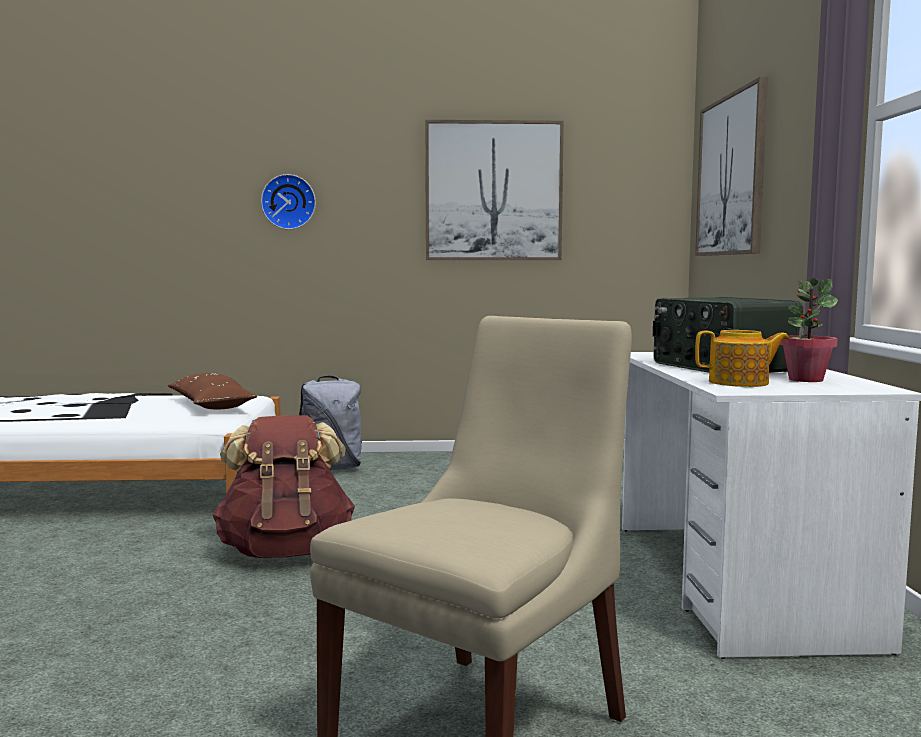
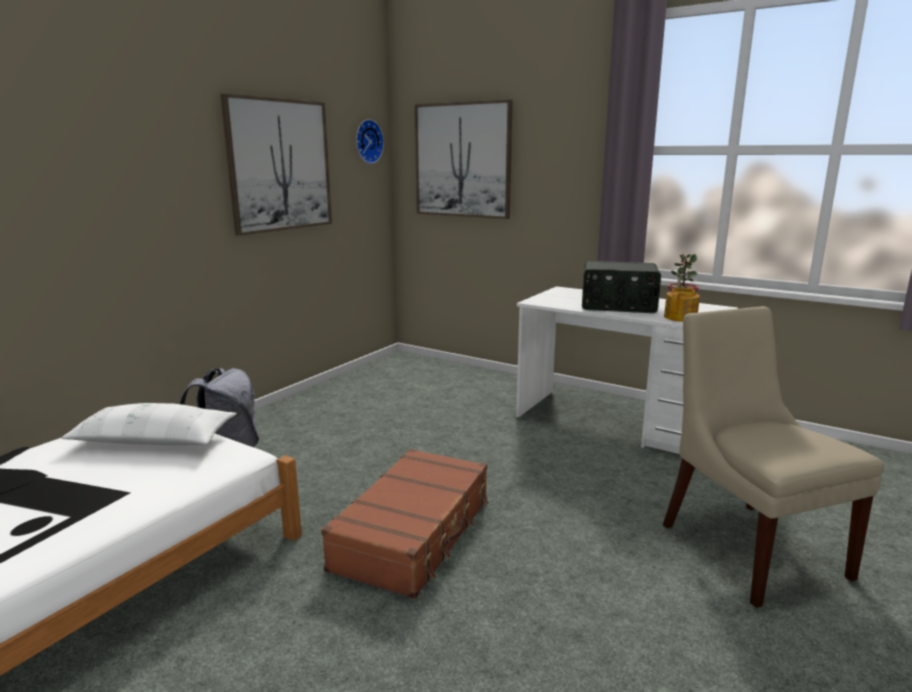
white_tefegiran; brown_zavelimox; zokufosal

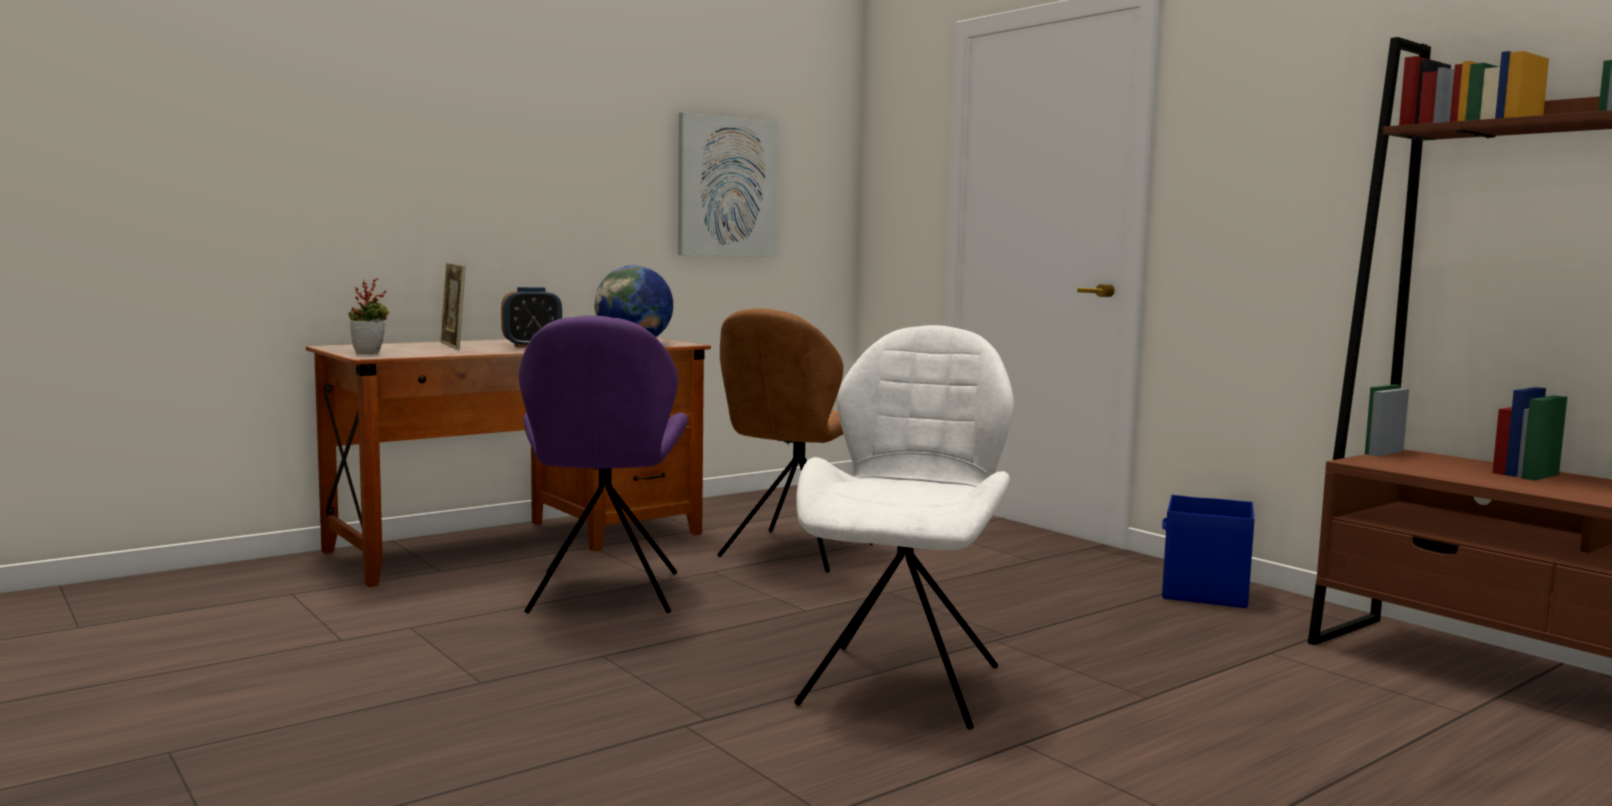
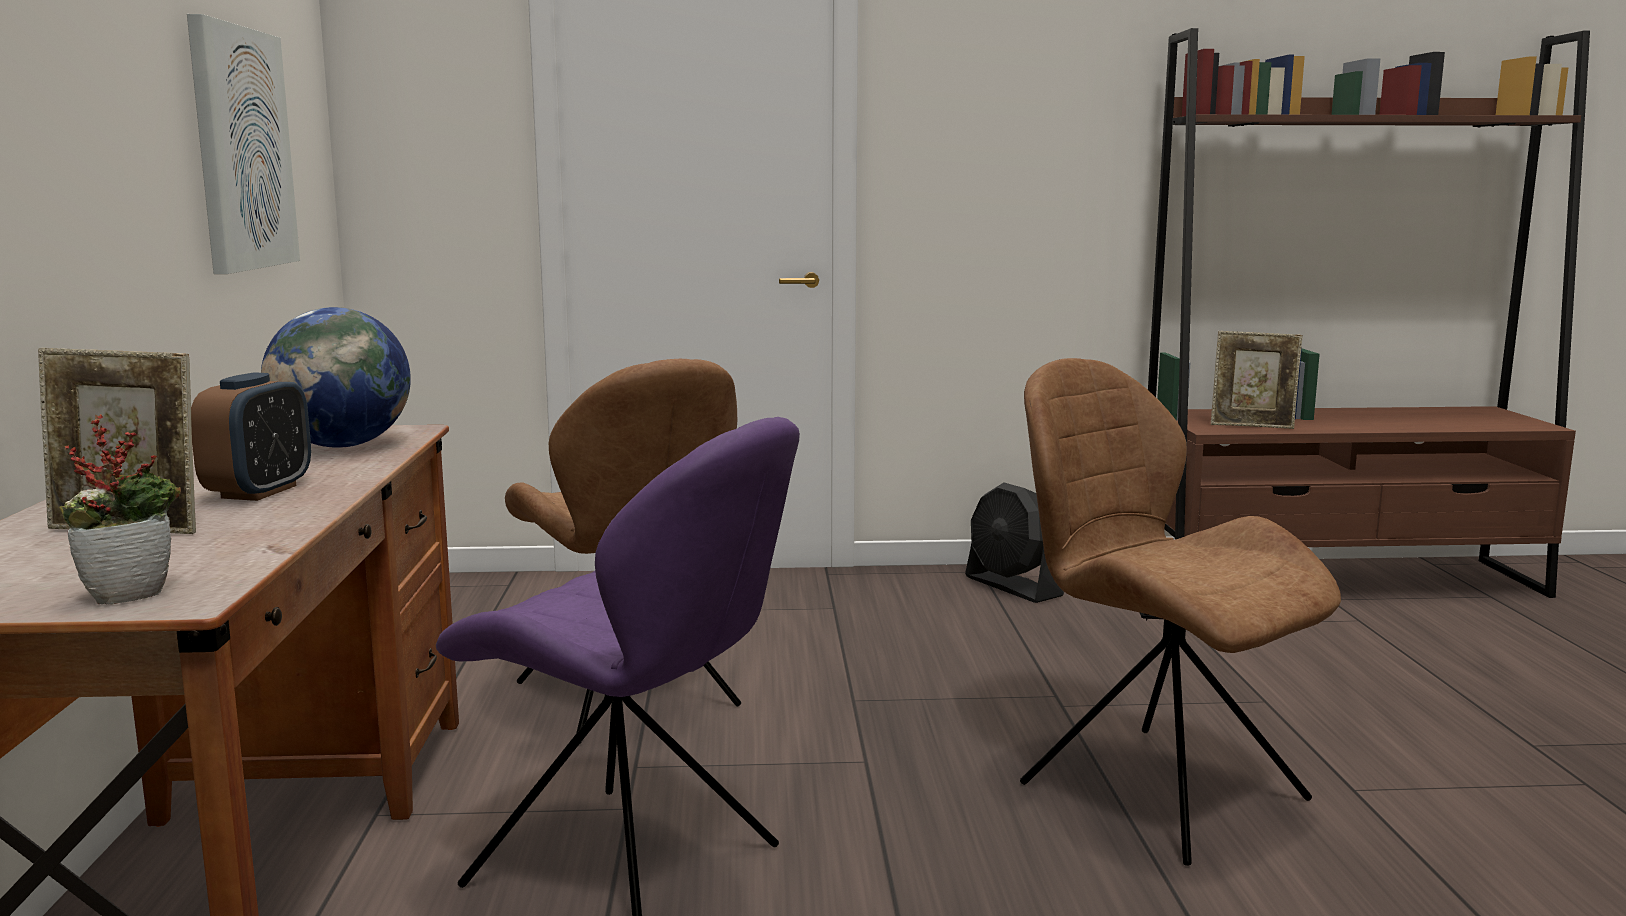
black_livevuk; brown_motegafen (no. 2 from left); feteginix (no. 2 from left)

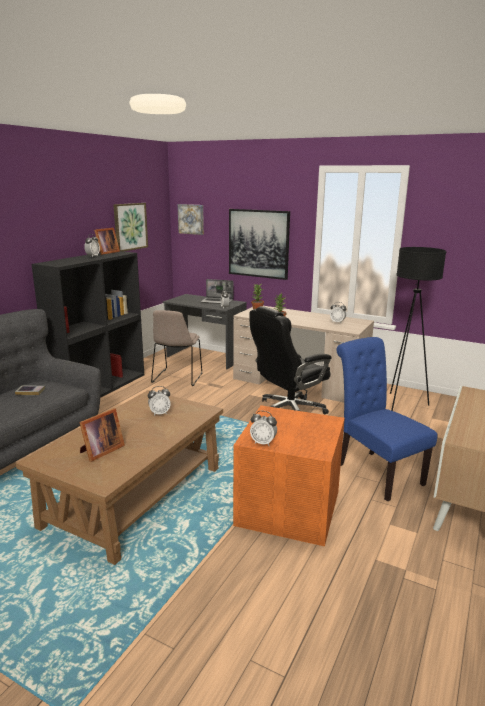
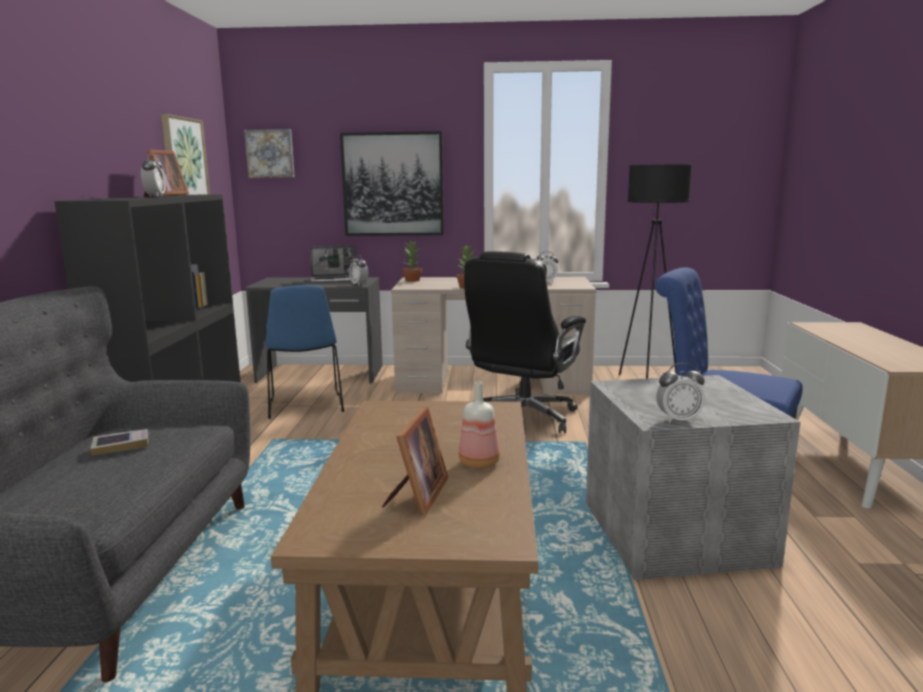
blue_motegafen (no. 1 from left); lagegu; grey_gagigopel; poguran (no. 2 from left in the first image)

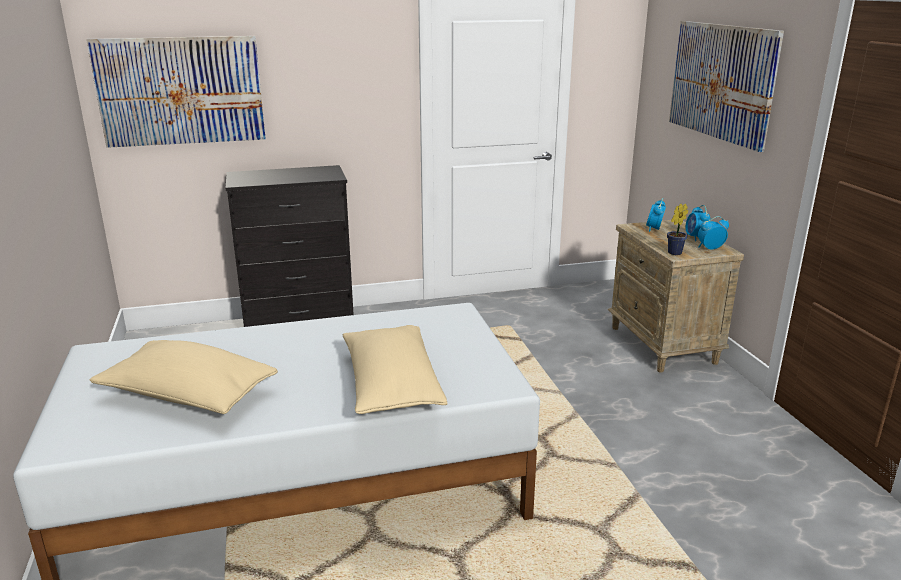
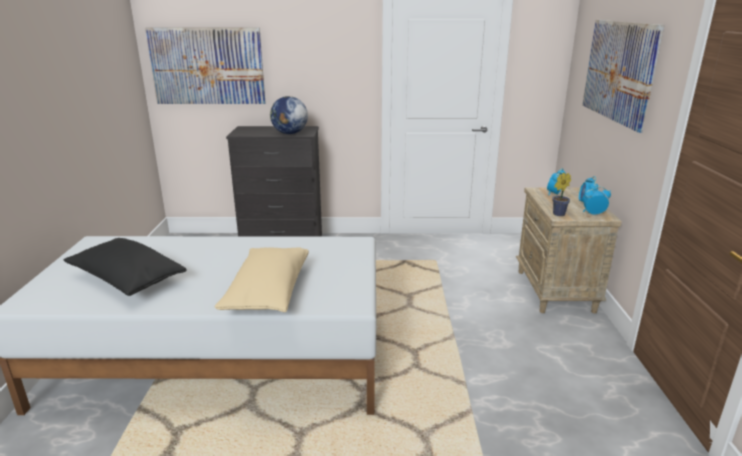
black_tefegiran; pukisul

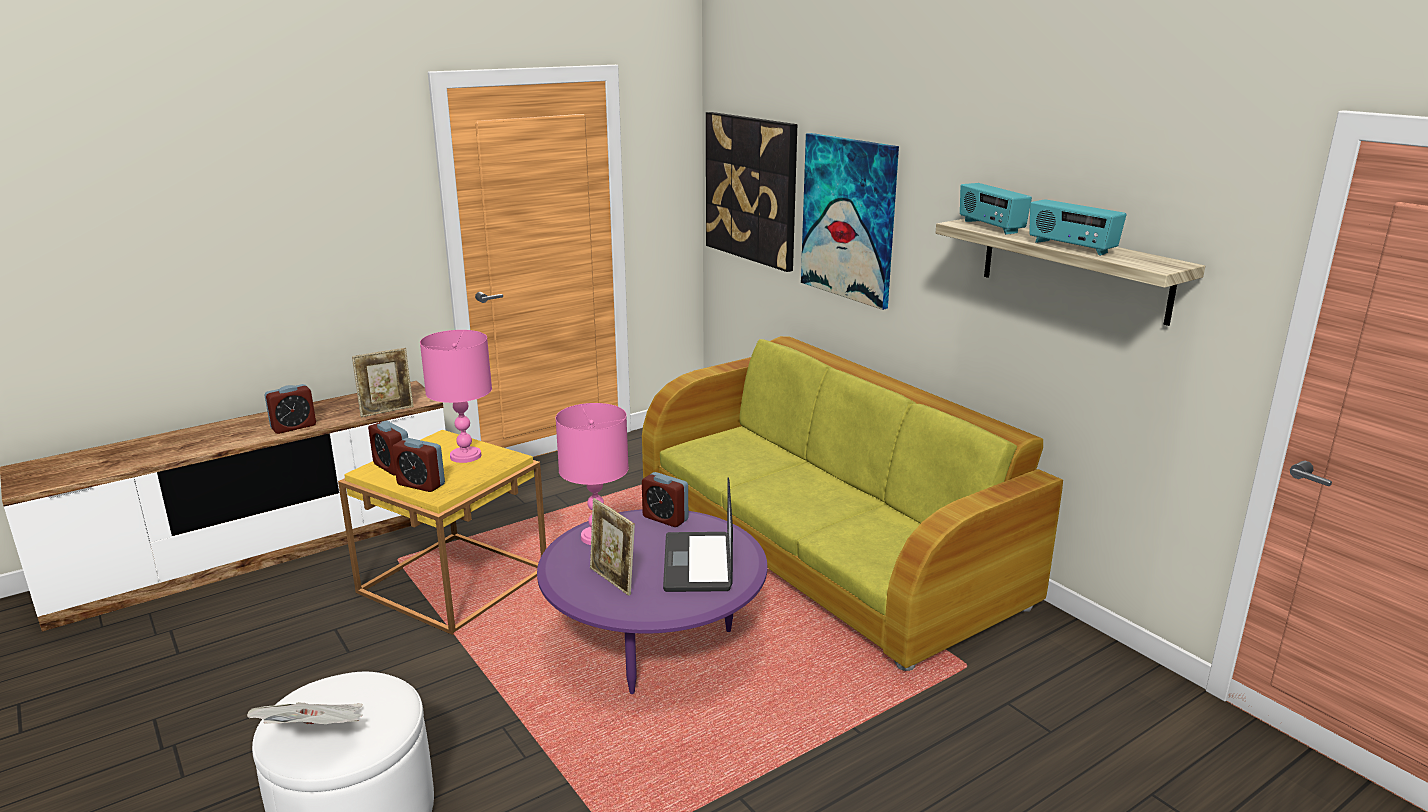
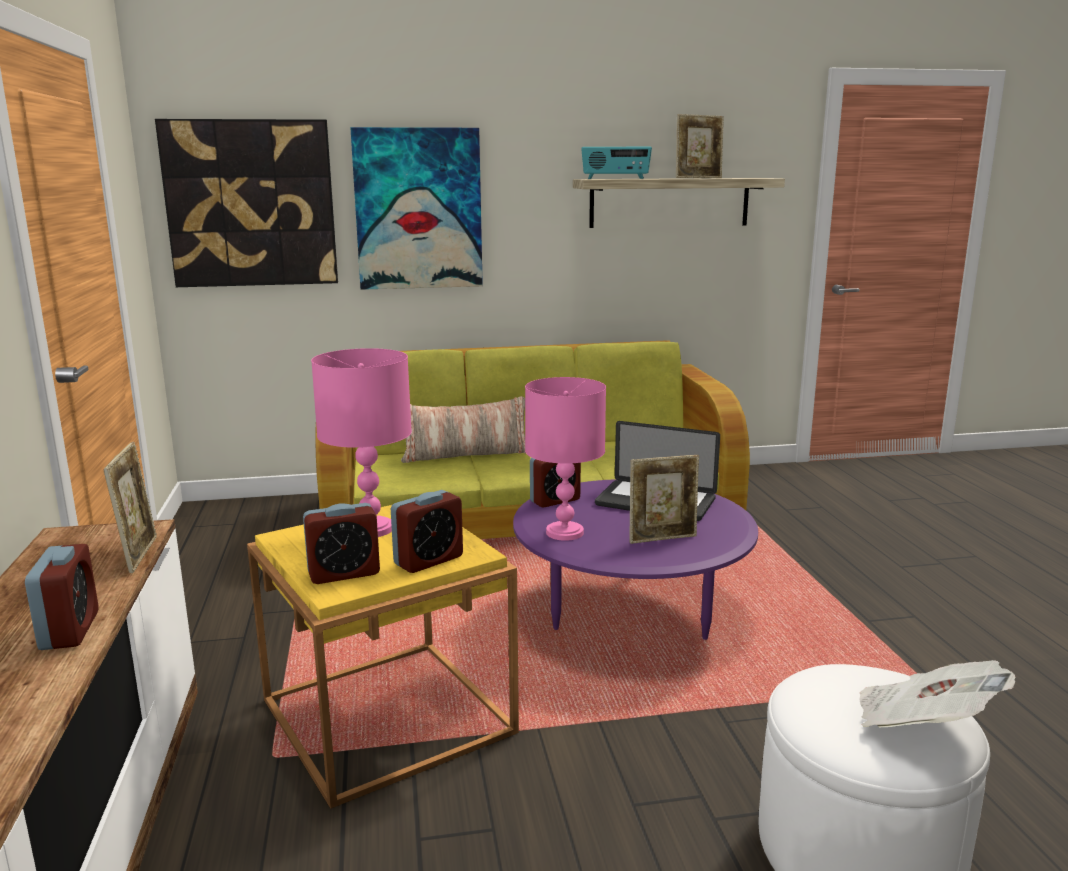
tefegiran; feteginix (no. 3 from left)

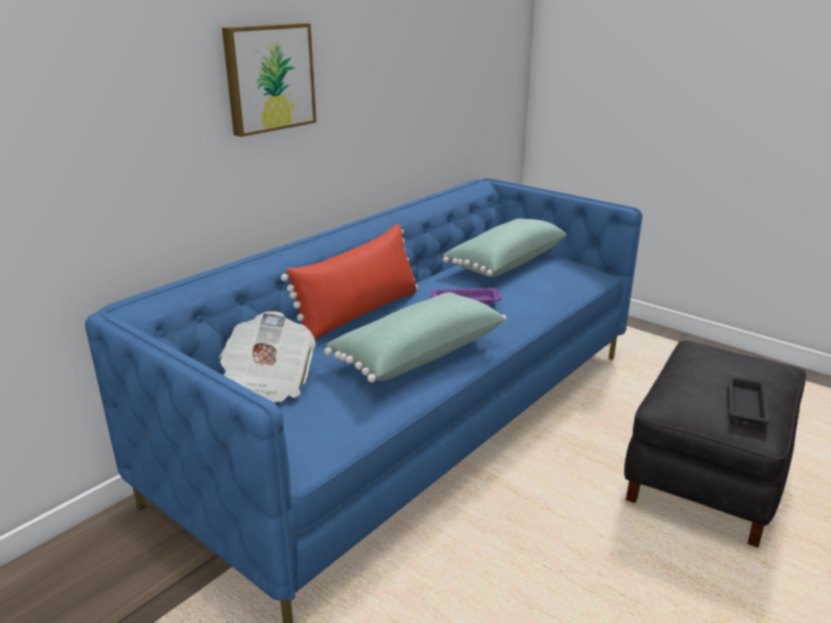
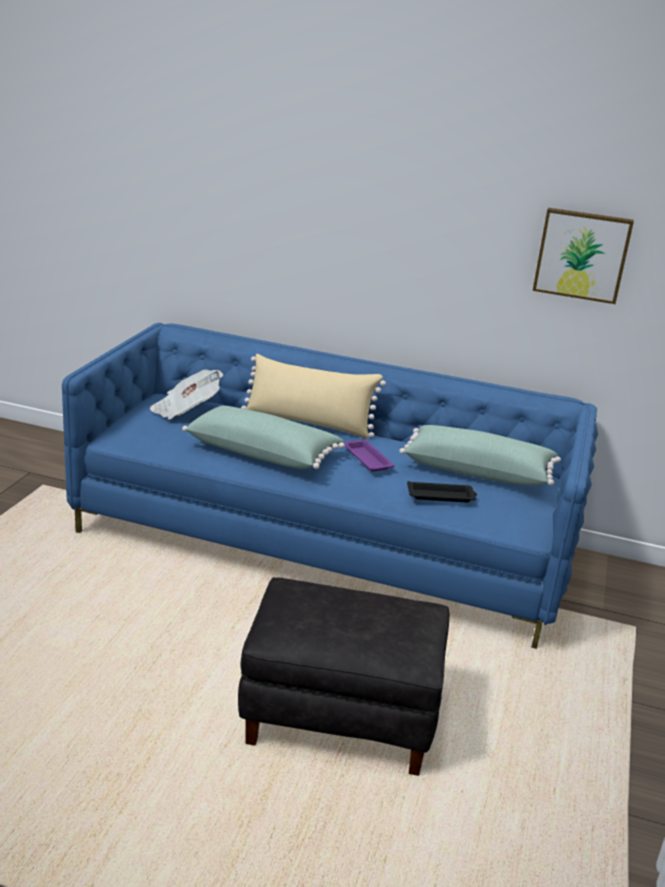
beige_tefegiran; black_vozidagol; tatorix

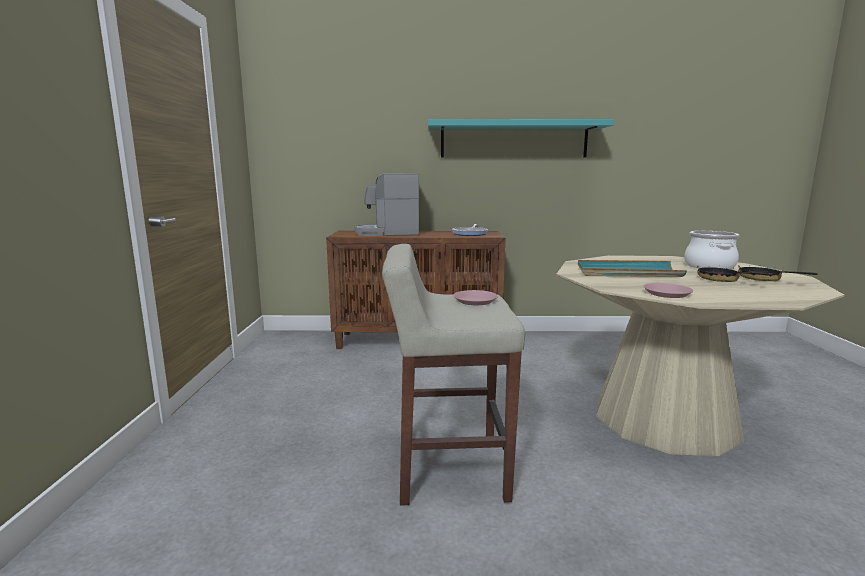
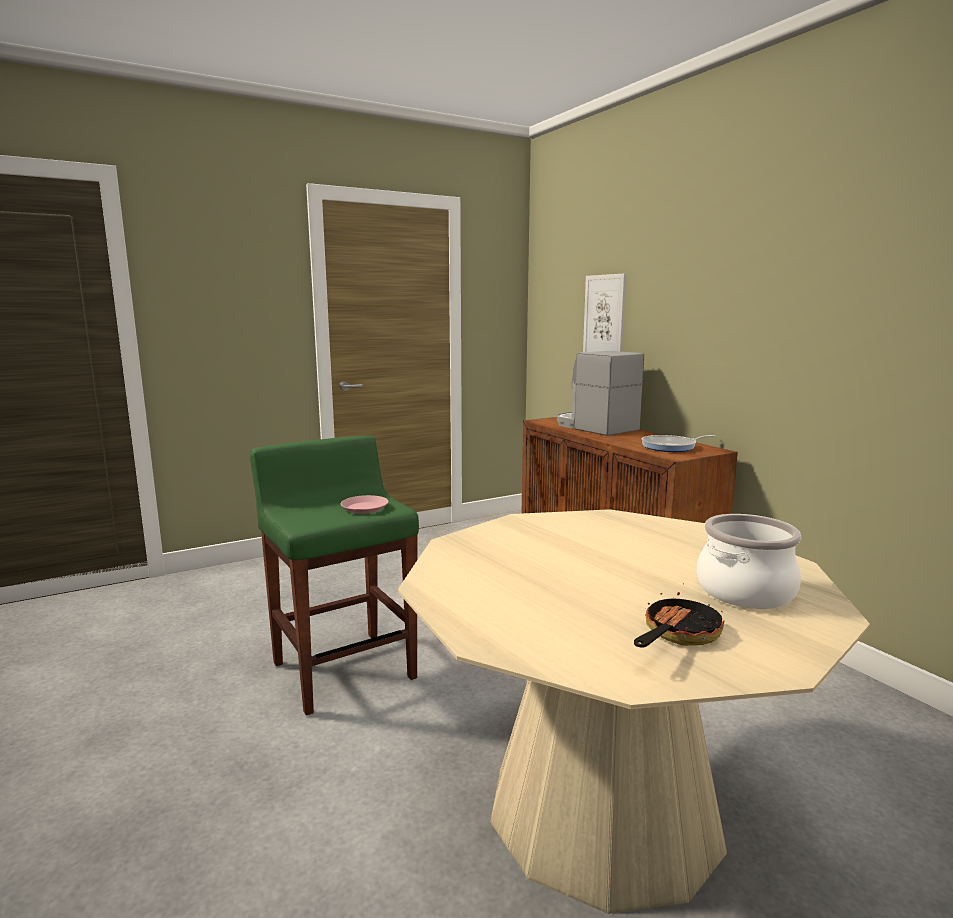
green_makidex; tatorix; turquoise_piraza; turquoise_vozidagol; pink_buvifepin (no. 2 from left in the first image); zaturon (no. 2 from left in the first image)

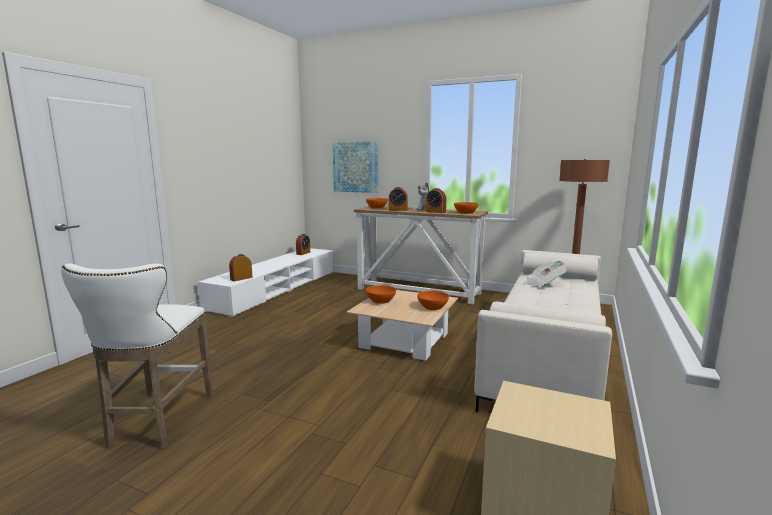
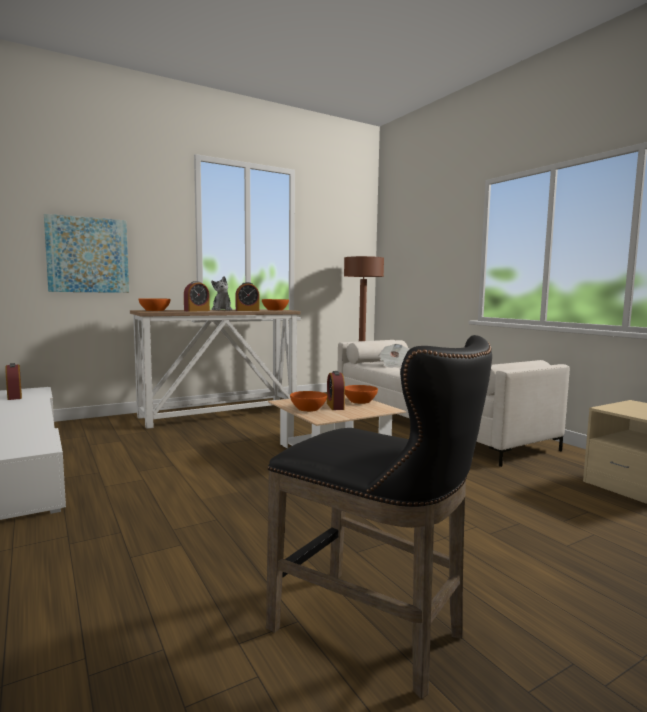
black_makidex; poguran (no. 4 from left)

